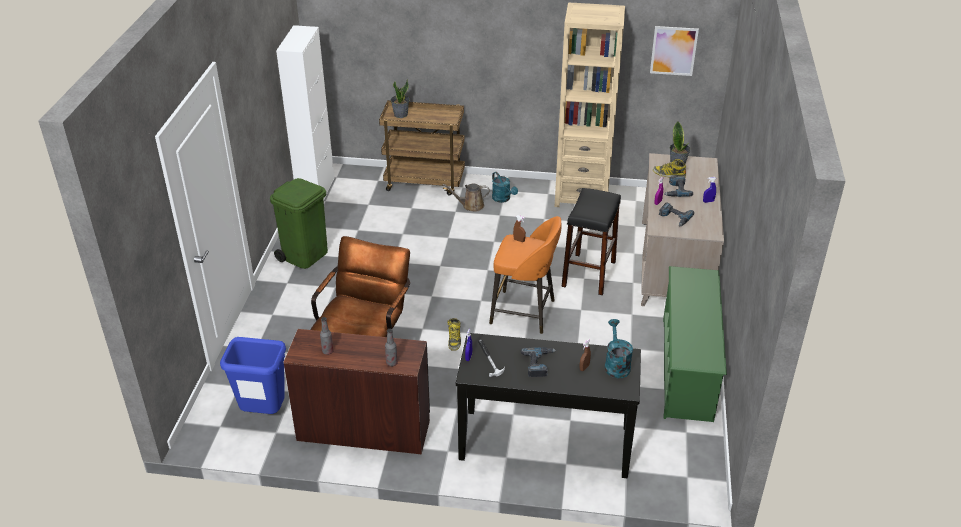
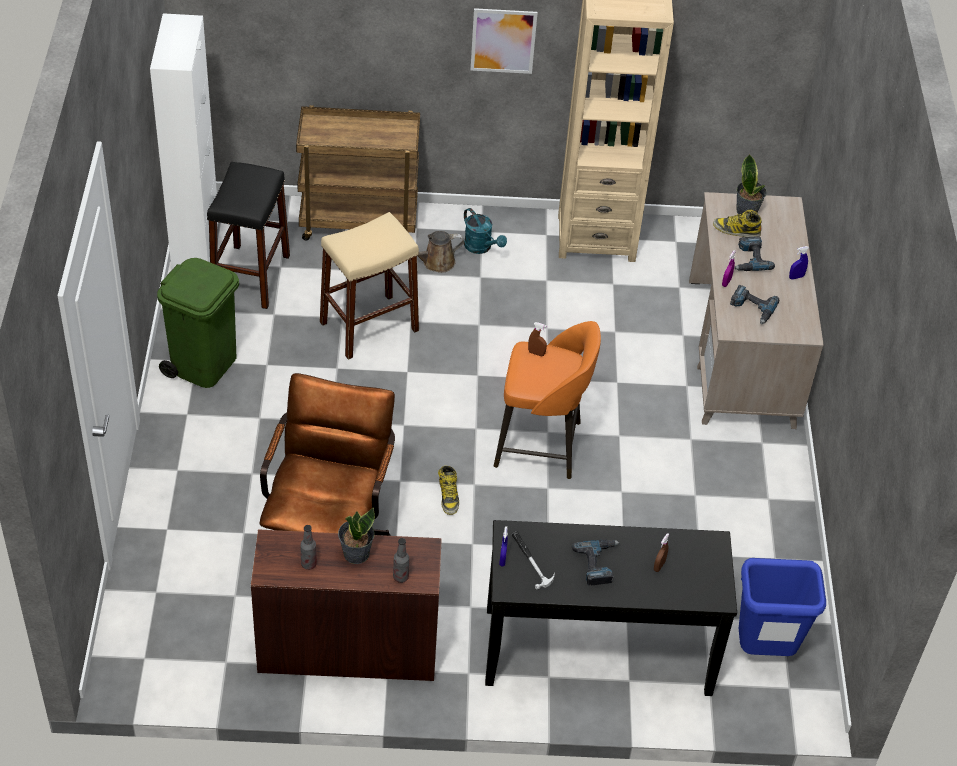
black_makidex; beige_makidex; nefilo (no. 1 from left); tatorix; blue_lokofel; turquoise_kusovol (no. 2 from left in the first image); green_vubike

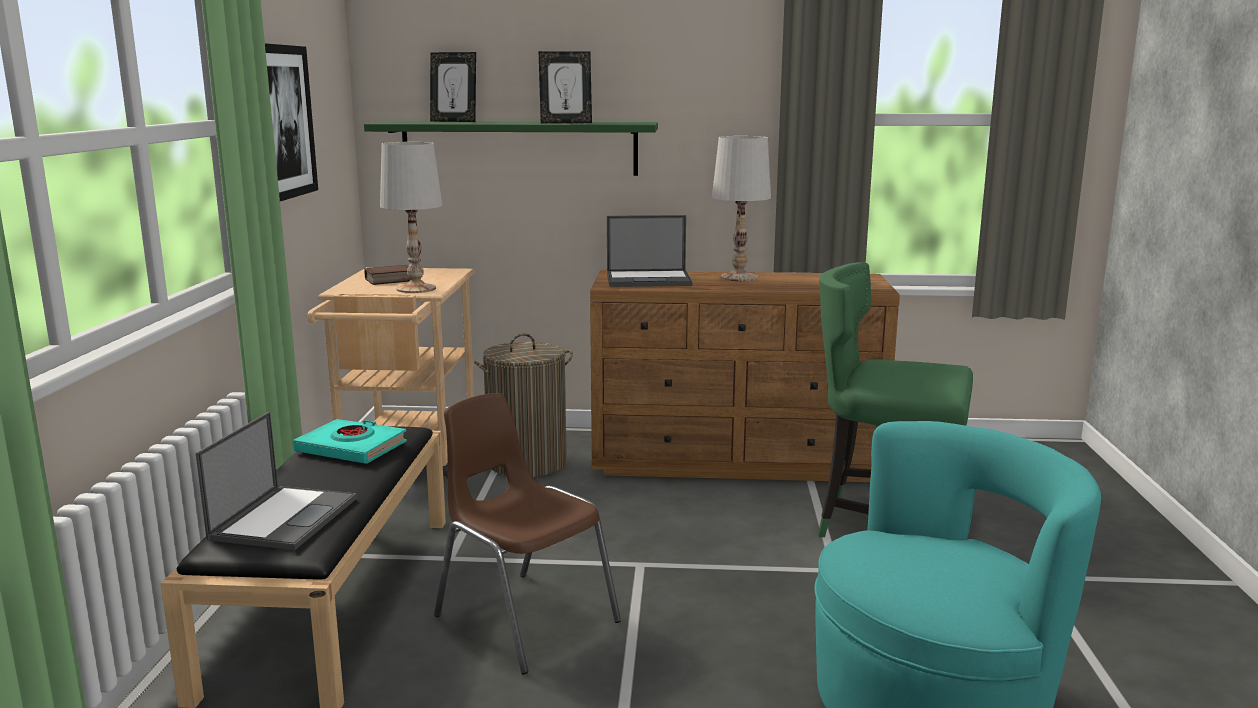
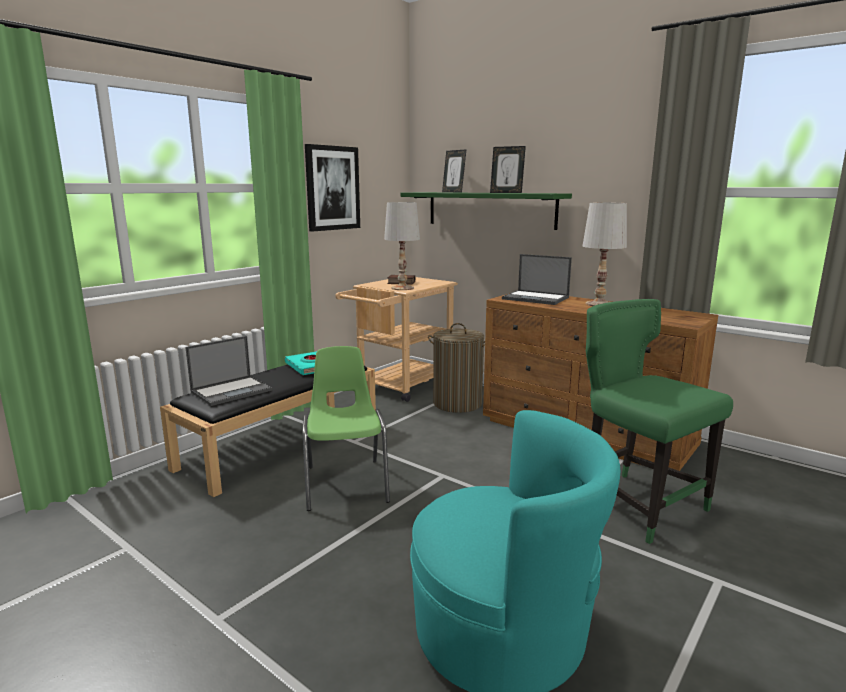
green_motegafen (no. 1 from left)

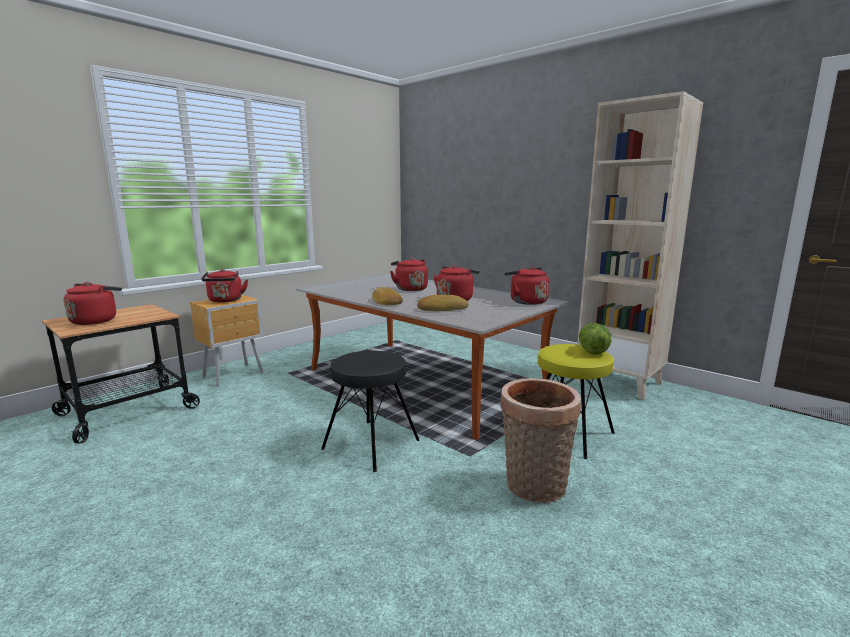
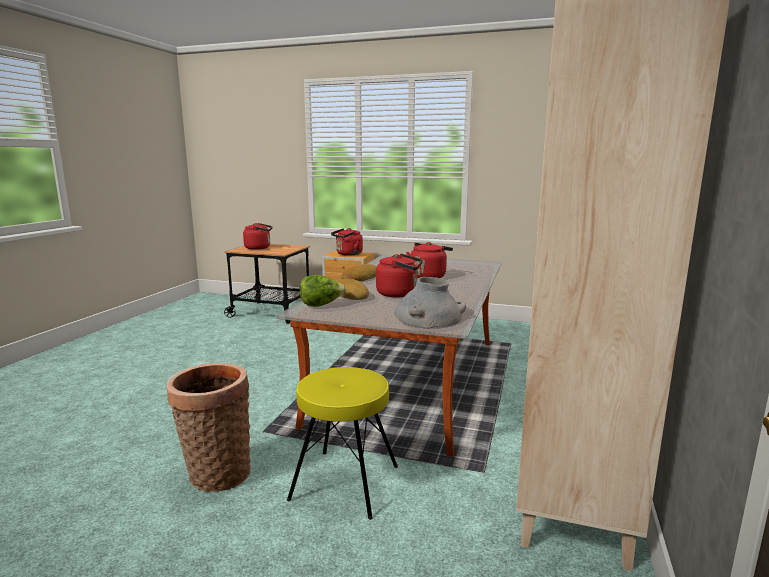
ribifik; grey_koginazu; black_makidex

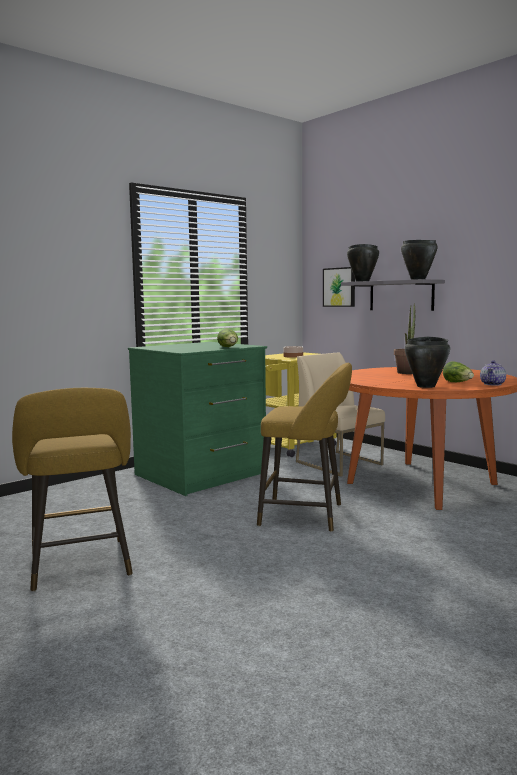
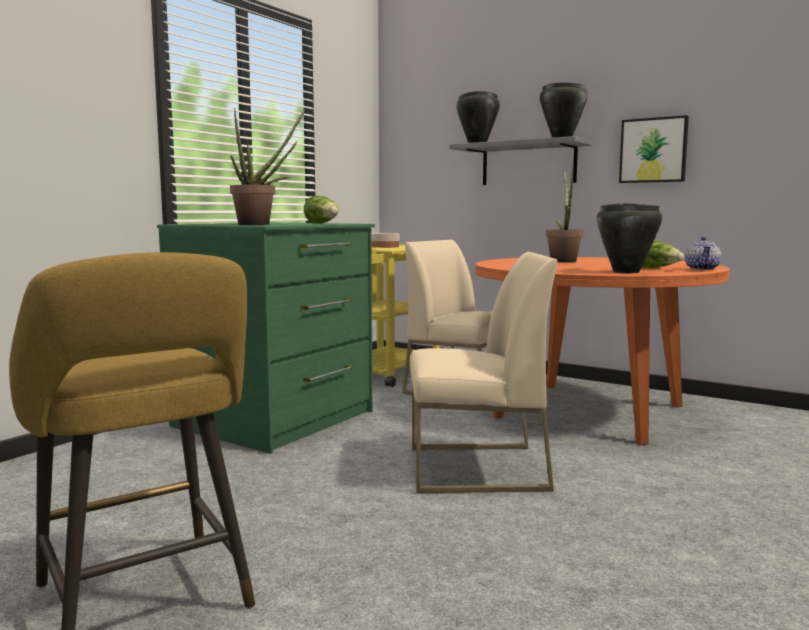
nefilo (no. 1 from left); beige_motegafen (no. 2 from left); tatorix

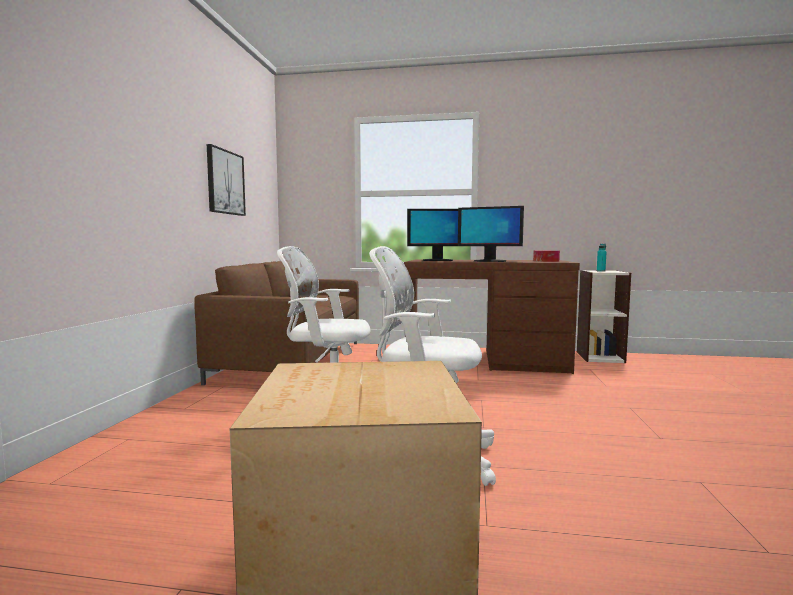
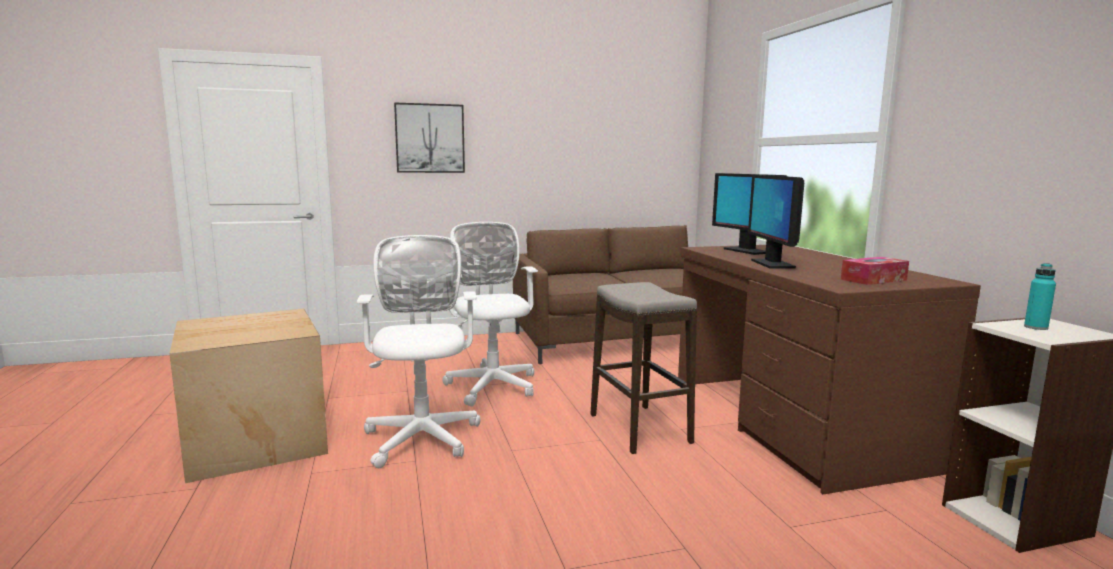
tatorix; makidex

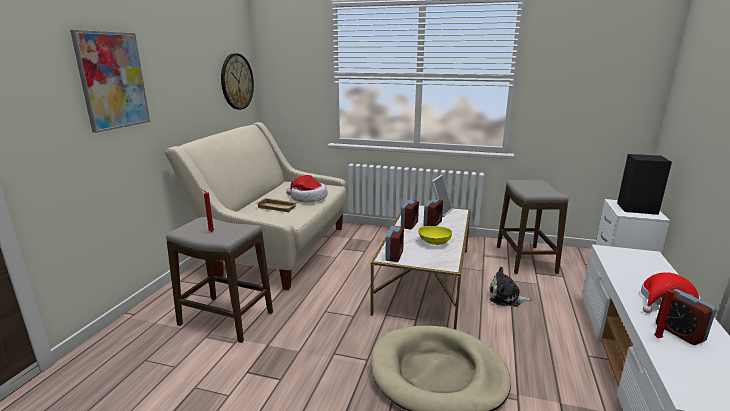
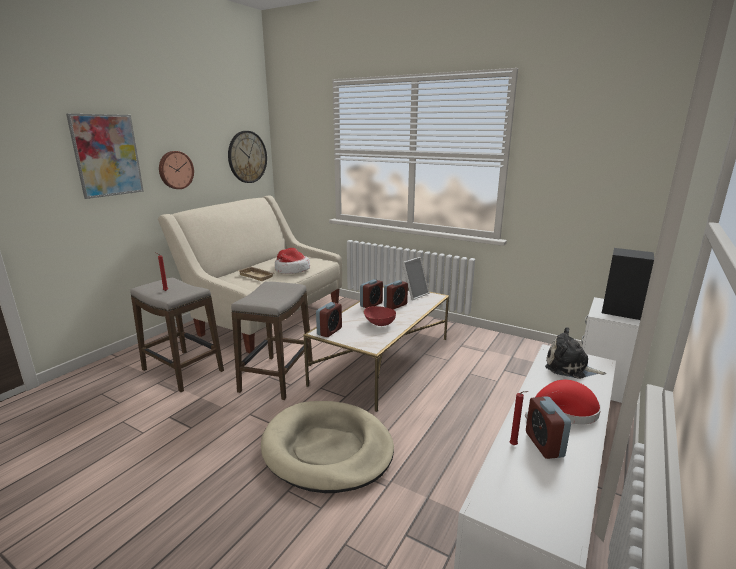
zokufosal (no. 1 from left); makidex (no. 2 from left); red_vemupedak; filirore

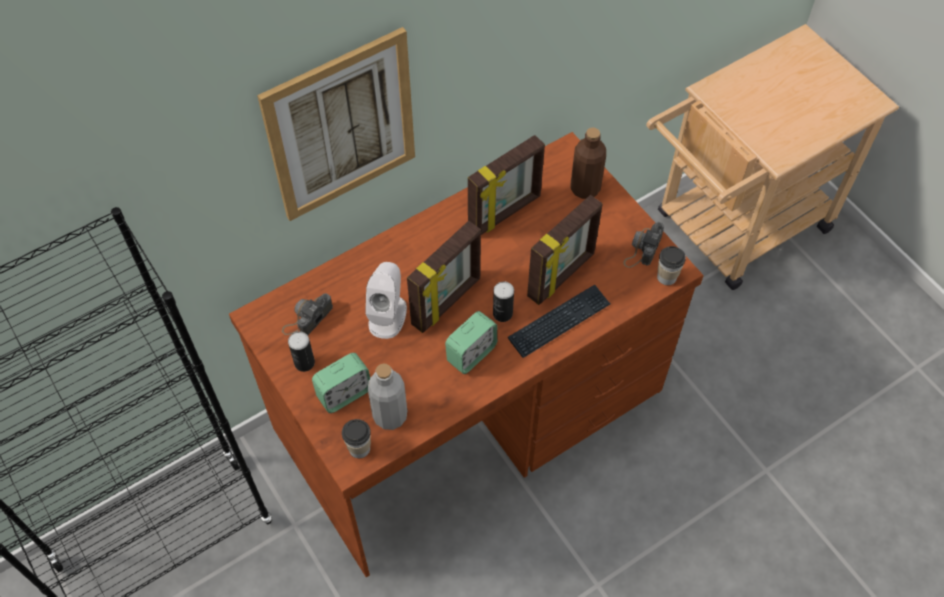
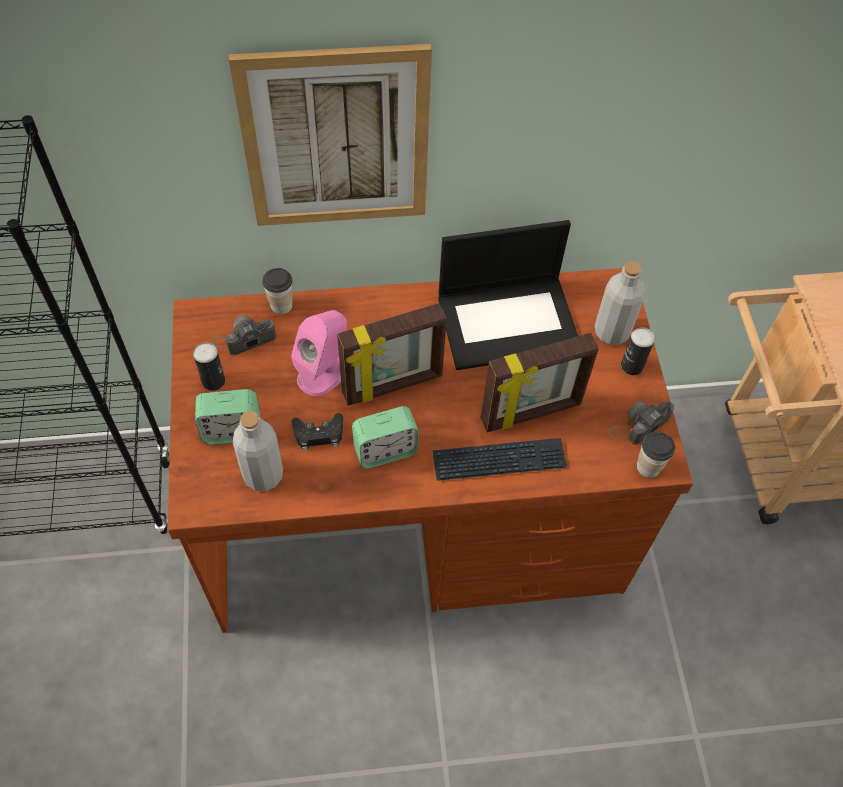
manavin (no. 1 from left); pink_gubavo; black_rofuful; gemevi; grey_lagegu (no. 2 from left); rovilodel (no. 2 from left)

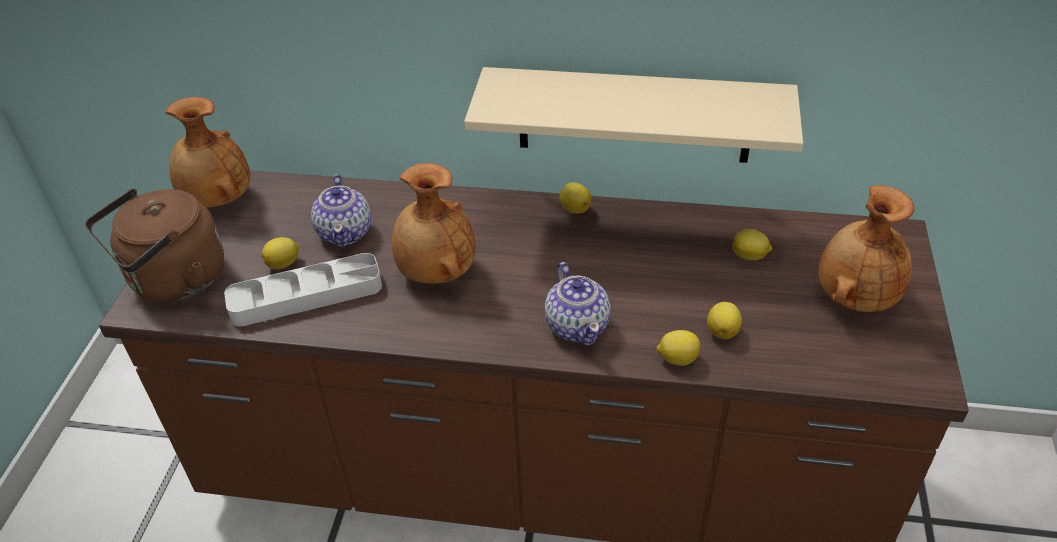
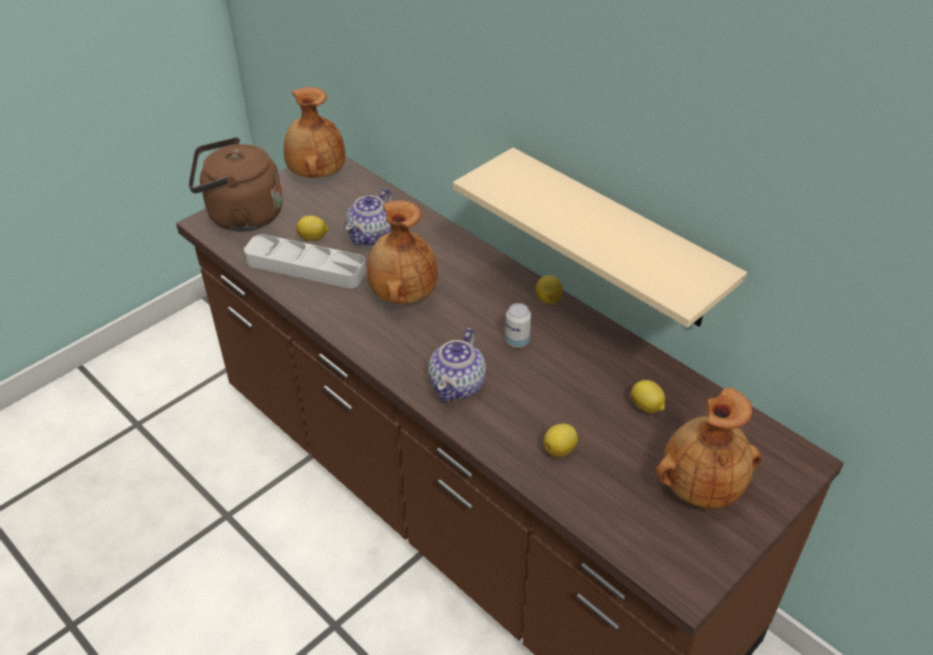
rovilodel; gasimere (no. 3 from left in the first image)

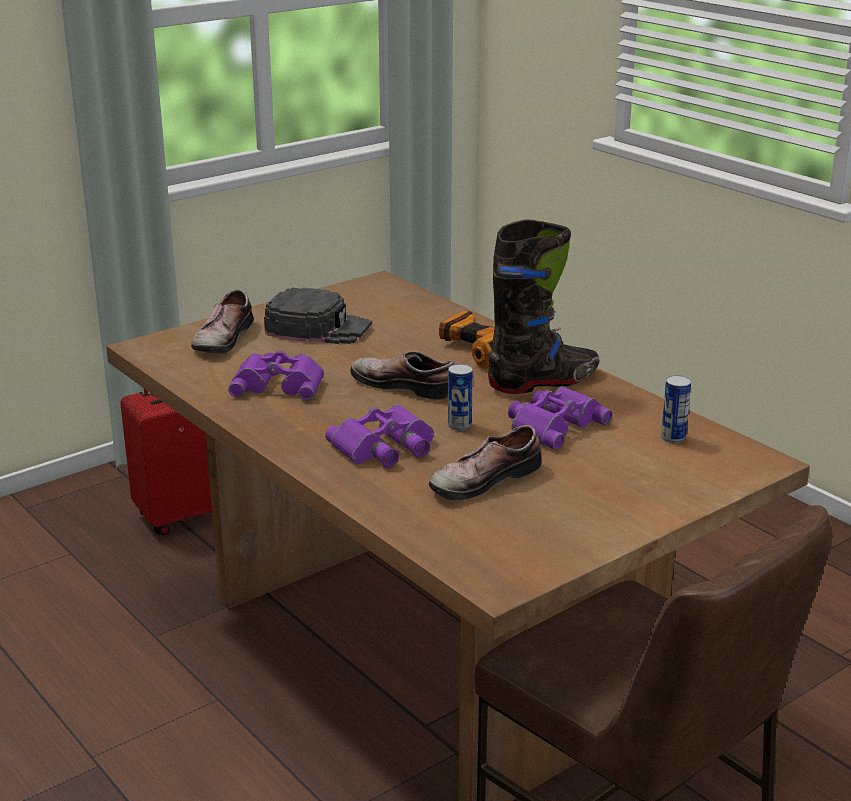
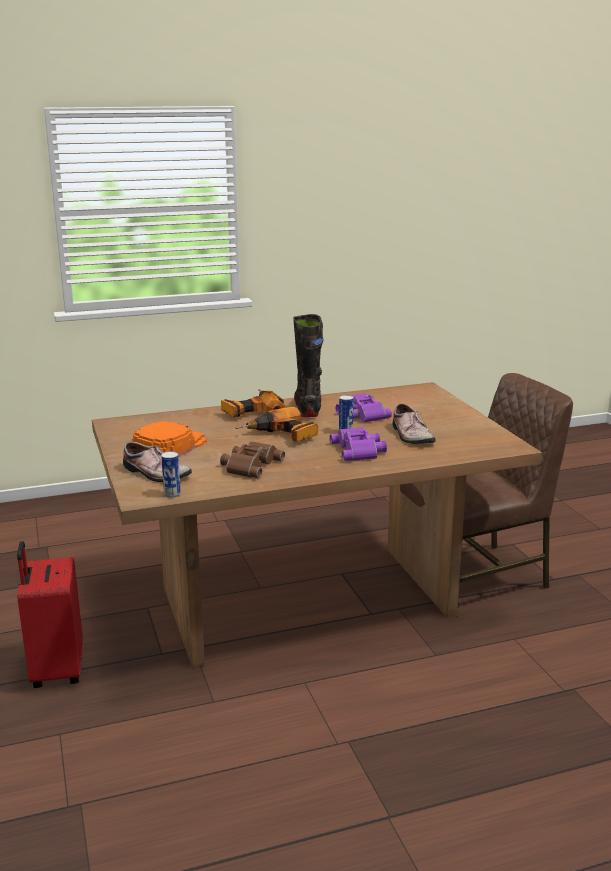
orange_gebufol; rovilodel (no. 1 from left); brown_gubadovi; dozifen (no. 2 from left)

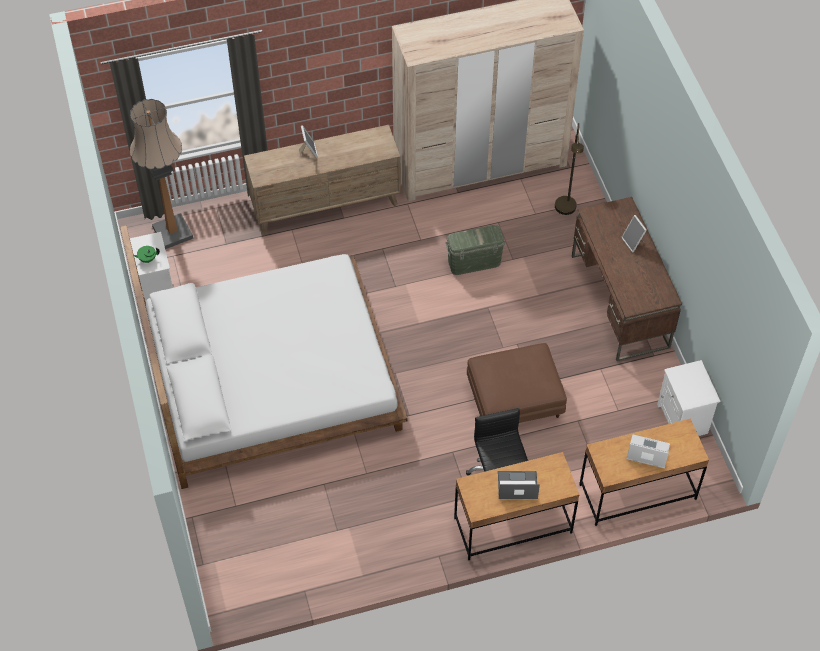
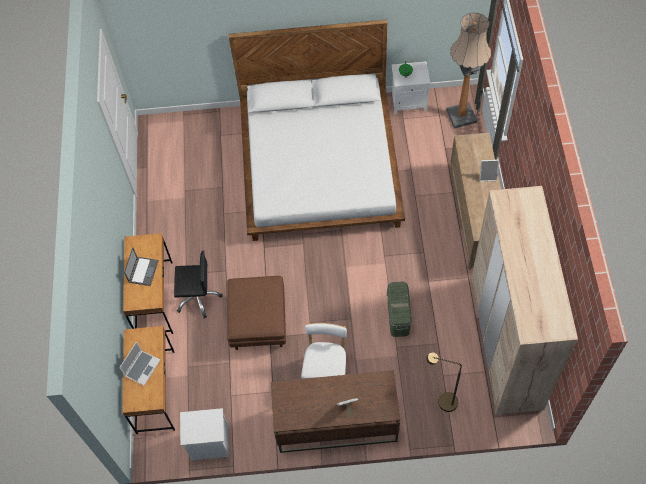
white_motegafen

